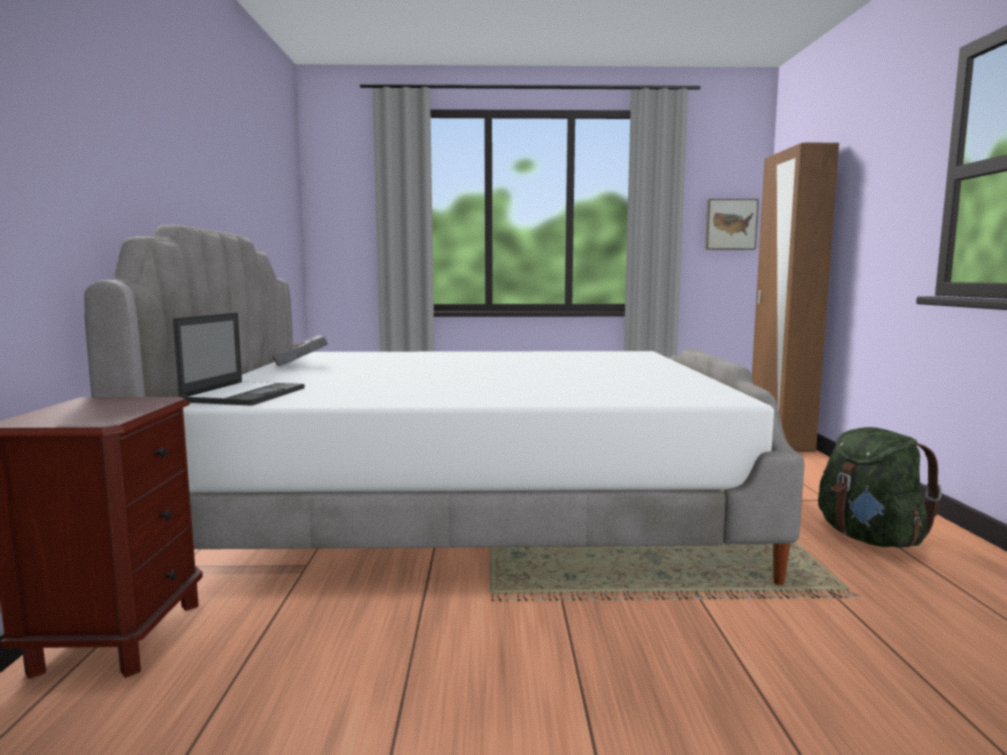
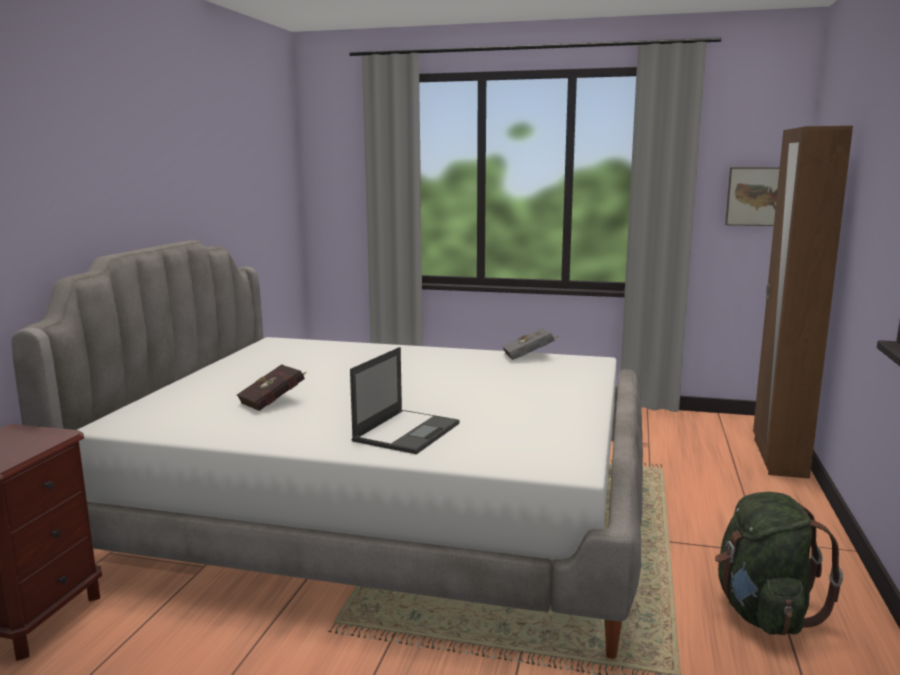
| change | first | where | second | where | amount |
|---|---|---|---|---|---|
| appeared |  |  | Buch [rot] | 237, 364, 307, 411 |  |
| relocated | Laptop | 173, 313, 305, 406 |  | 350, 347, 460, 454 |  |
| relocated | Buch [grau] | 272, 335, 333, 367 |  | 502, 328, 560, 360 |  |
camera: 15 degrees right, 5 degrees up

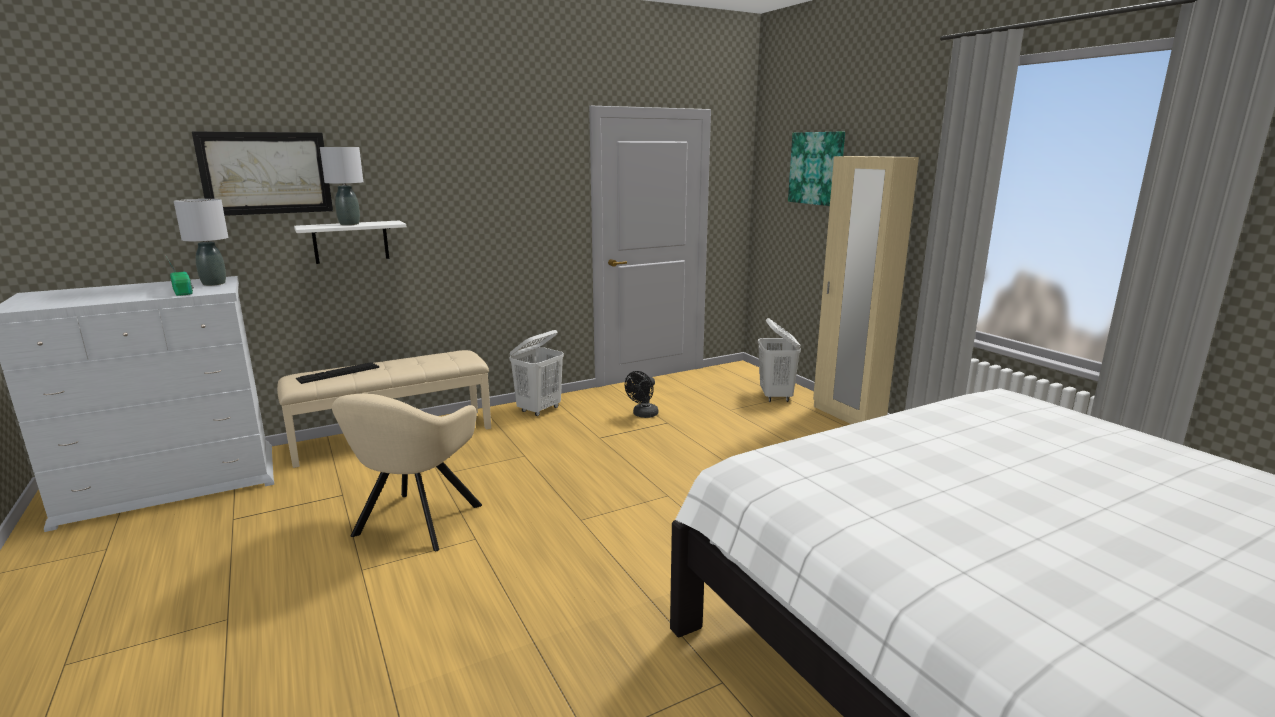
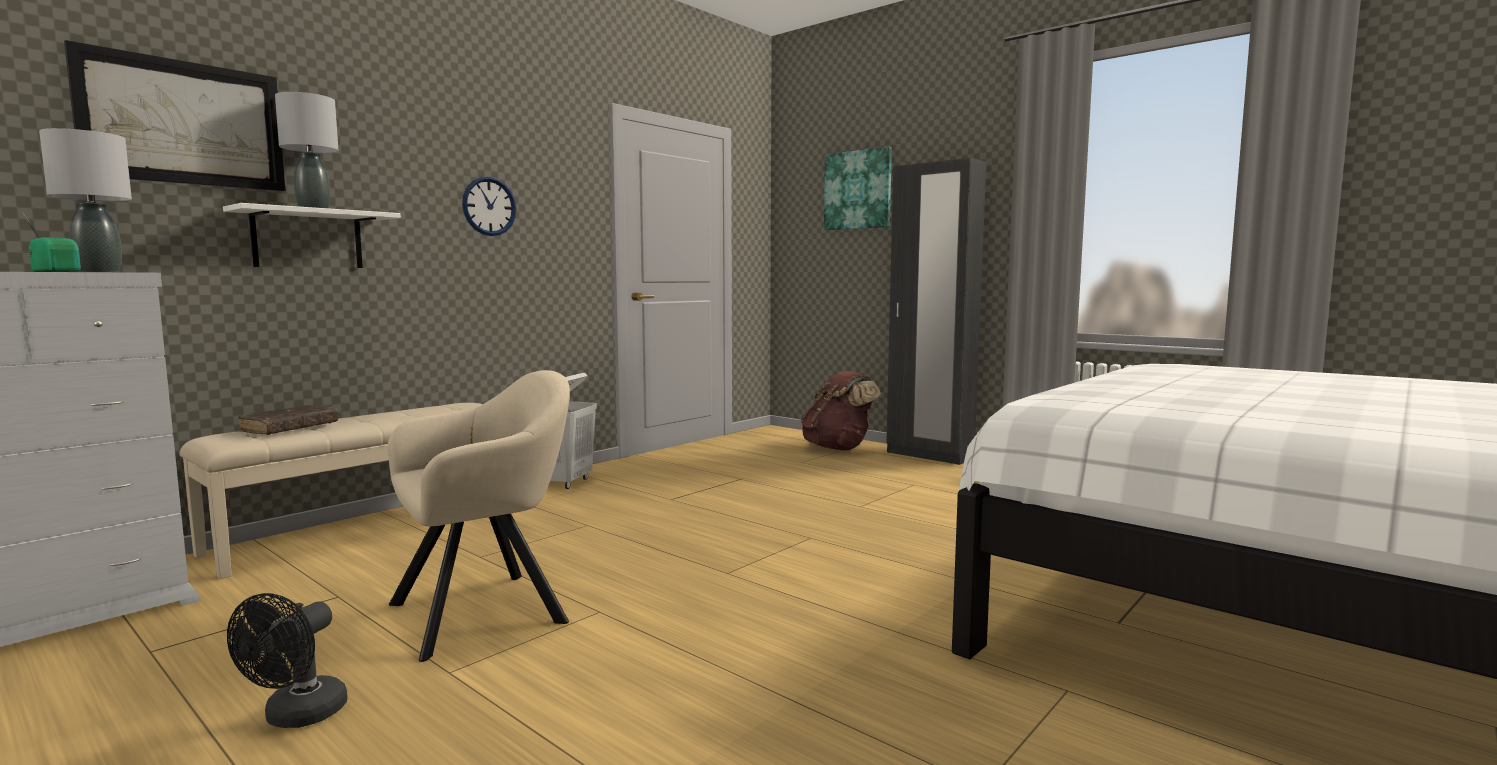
| change | first | where | second | where | amount |
|---|---|---|---|---|---|
| relocated | Ventilator [schwarz] | 625, 371, 658, 418 |  | 227, 593, 348, 728 |  |
| exchanged | Tastatur | 295, 363, 379, 384 | Buch [braun] | 238, 405, 338, 435 |  |
| spun | Sessel [beige] | 332, 393, 482, 551 |  | 388, 370, 570, 662 | 120 degrees counterclockwise |
| appeared |  |  | Wanduhr | 462, 177, 516, 236 |  |
| exchanged | Wäschekorb [weiß] | 758, 318, 801, 402 | Rucksack [braun] | 801, 371, 881, 451 |  |
| colour | Kleiderschrank [beige] | 813, 156, 919, 424 | Kleiderschrank [schwarz] | 886, 158, 986, 465 |  |
camera: 20 degrees left, 10 degrees down

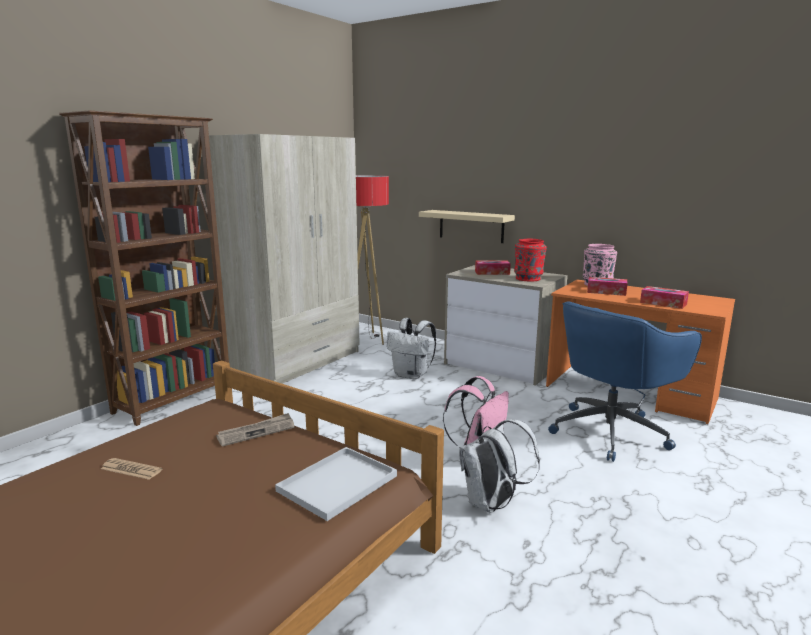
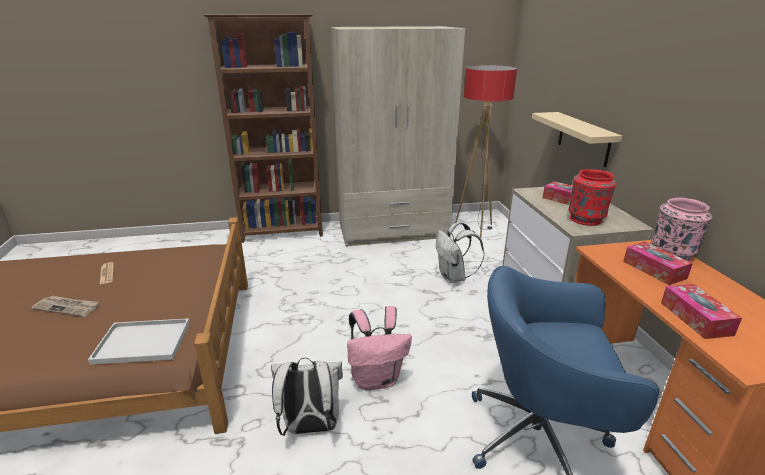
| change | first | where | second | where | amount |
|---|---|---|---|---|---|
| relocated | Zeitung | 216, 413, 294, 447 |  | 31, 296, 99, 317 |  |
camera: 45 degrees right, 10 degrees up

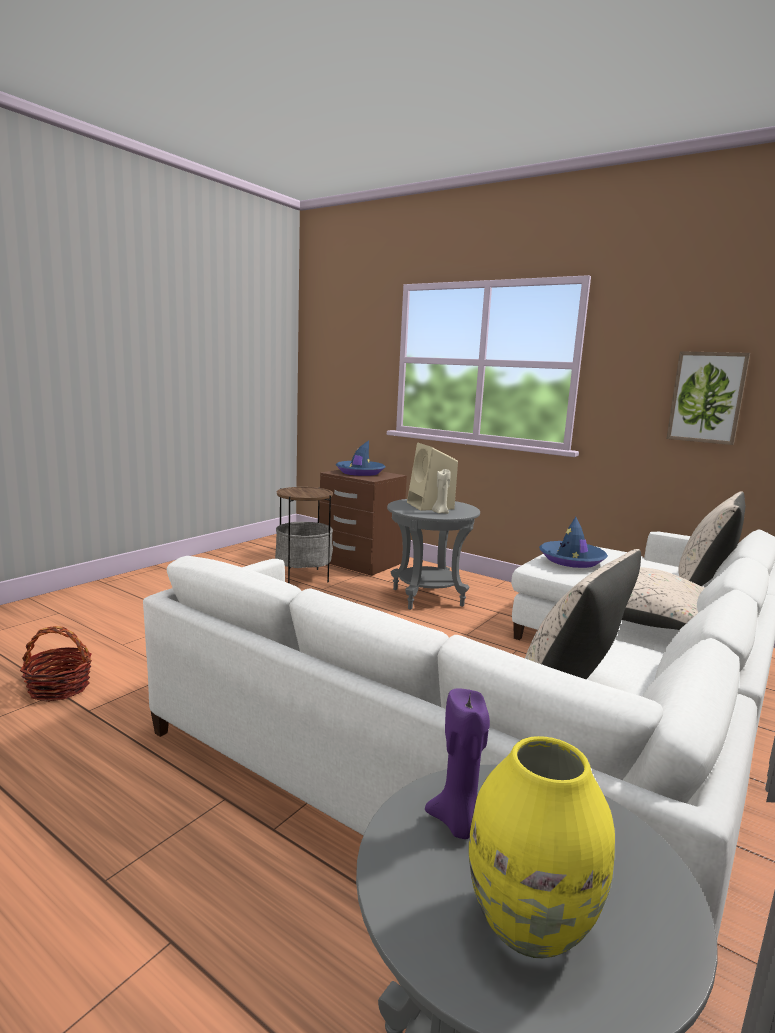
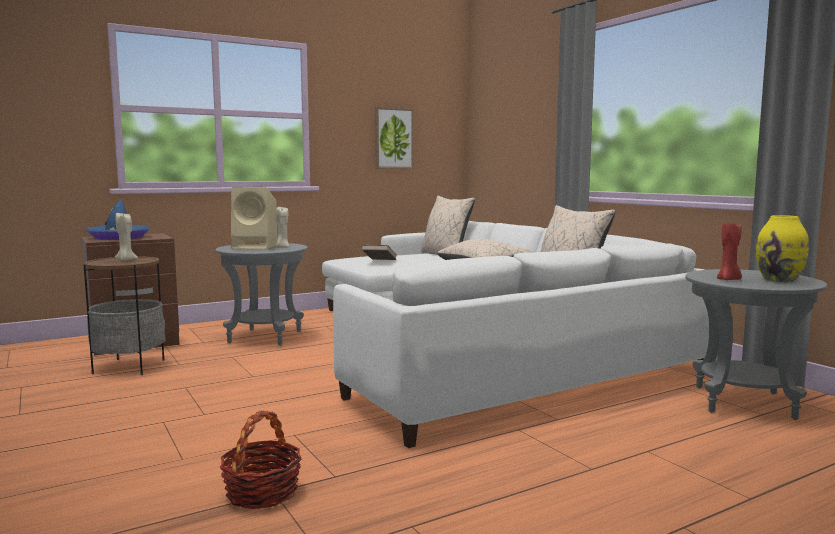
| change | first | where | second | where | amount |
|---|---|---|---|---|---|
| appeared |  |  | Kerze [beige] | 115, 213, 138, 260 |  |
| exchanged | Hut [blau] | 539, 517, 608, 568 | Buch [braun] | 361, 245, 396, 260 |  |
| colour | Kerze [lila] | 425, 688, 490, 839 | Kerze [rot] | 717, 223, 742, 280 |  |
camera: 65 degrees left, 5 degrees down

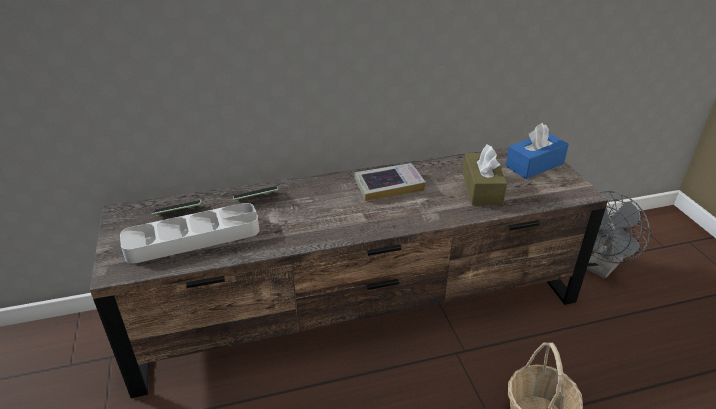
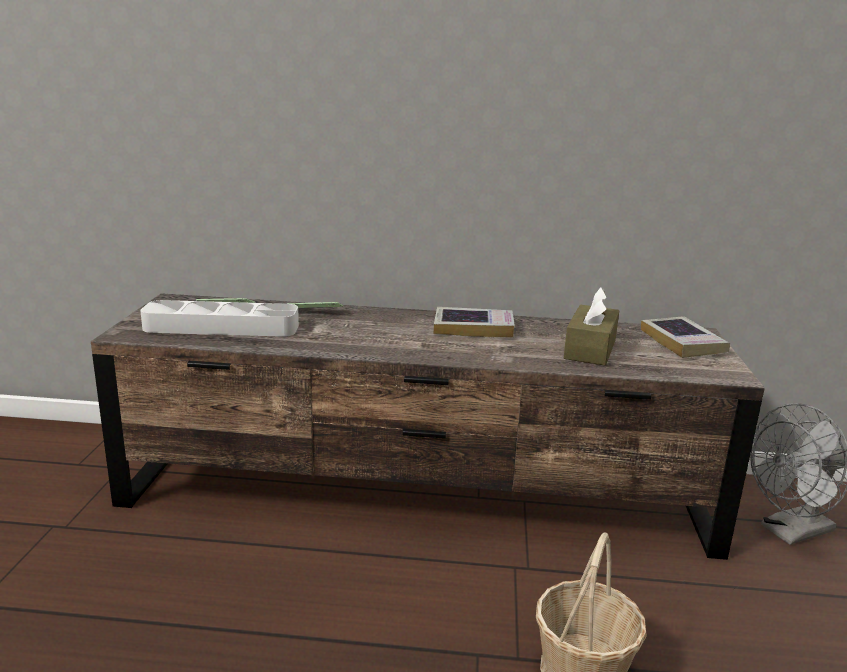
| change | first | where | second | where | amount |
|---|---|---|---|---|---|
| exchanged | Taschentuchbox [blau] | 506, 123, 569, 179 | Buch | 641, 316, 730, 358 |  |
camera: 20 degrees right, 15 degrees down

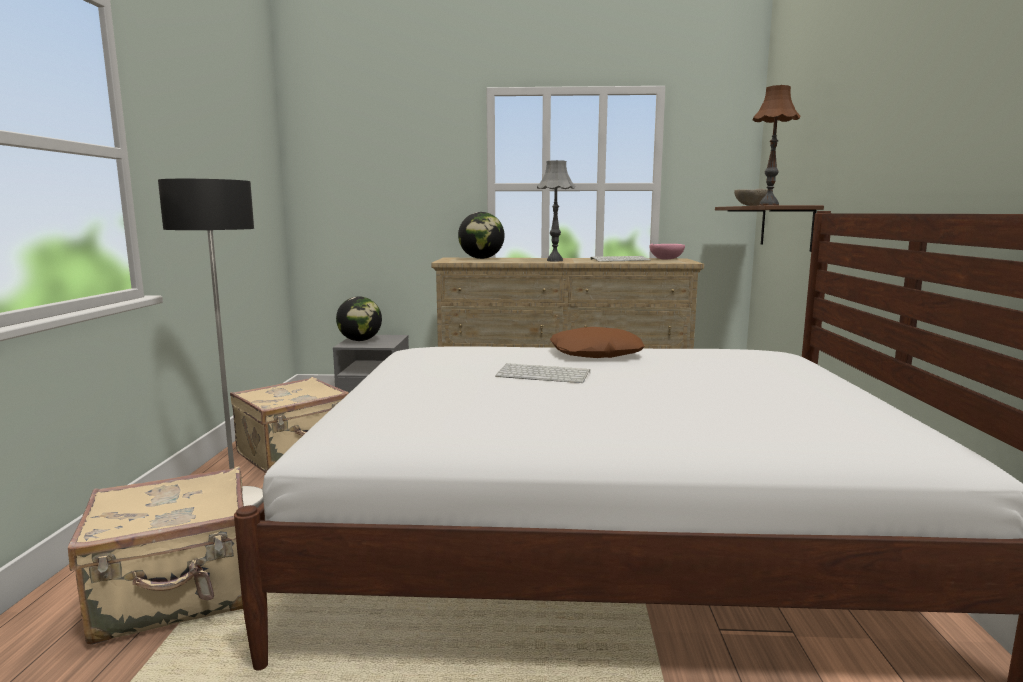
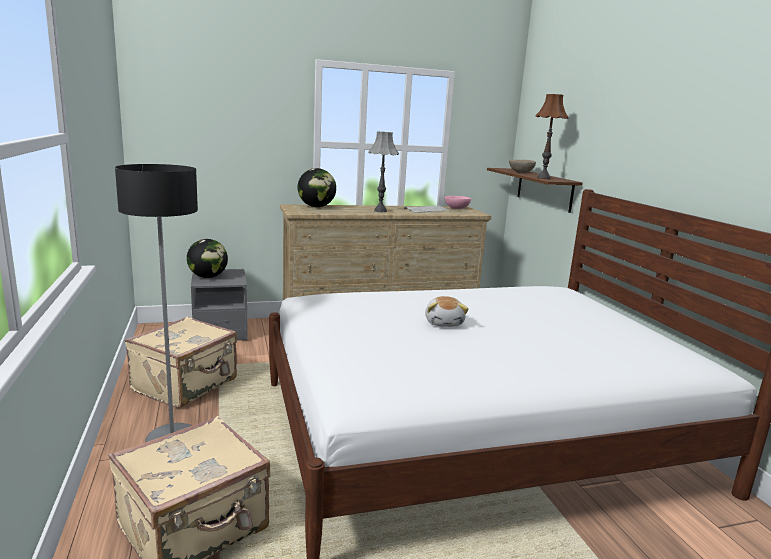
| change | first | where | second | where | amount |
|---|---|---|---|---|---|
| exchanged | Tastatur | 495, 363, 590, 383 | Plüschtier | 425, 296, 469, 327 |  |
| missing | Kissen [braun] | 550, 327, 645, 358 |  |  |  |
camera: 20 degrees left, 5 degrees up

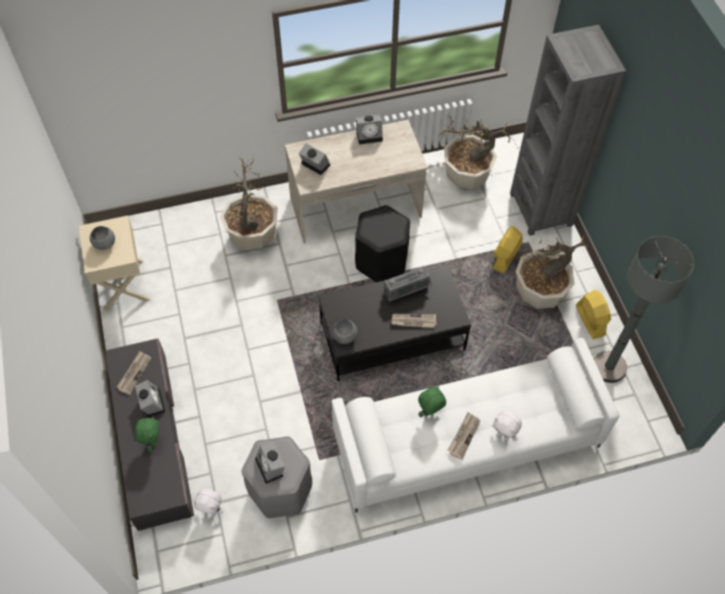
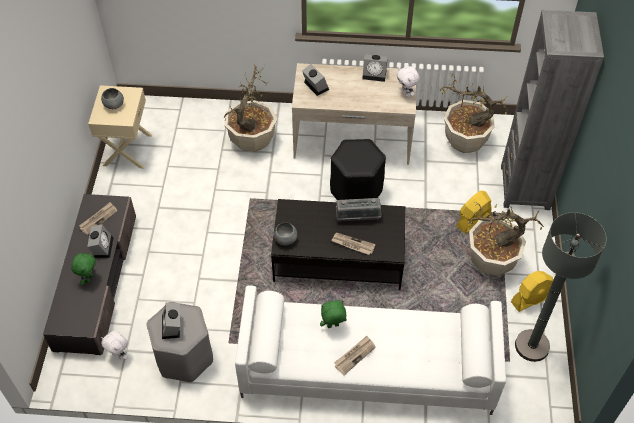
| change | first | where | second | where | amount |
|---|---|---|---|---|---|
| relocated | Plüschtier [weiß] | 492, 410, 522, 441 |  | 397, 66, 420, 97 |  |
| spun | Ventilator [gelb] | 576, 290, 611, 339 |  | 511, 271, 553, 312 | 60 degrees clockwise |
camera: 20 degrees right, 5 degrees down

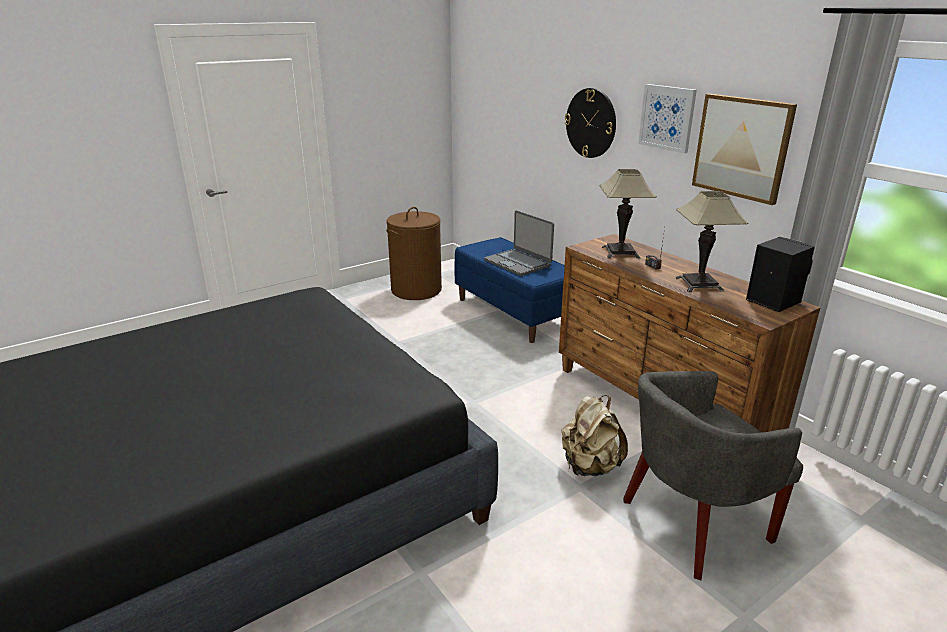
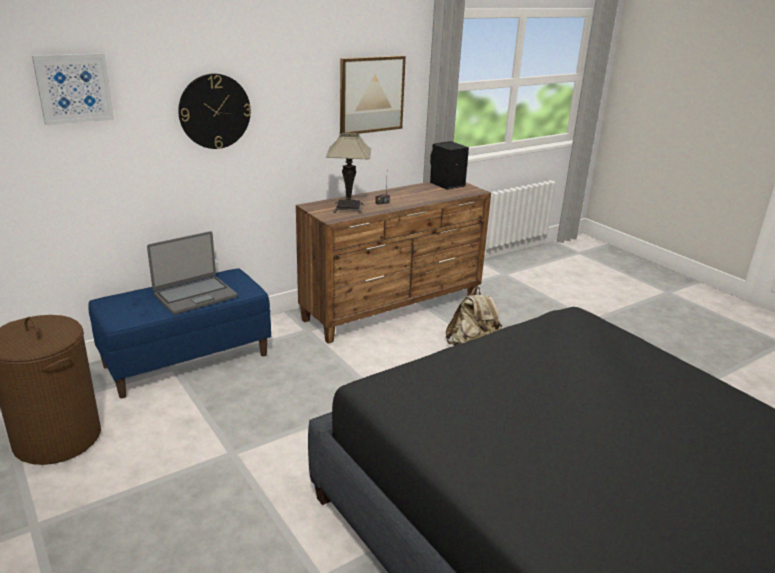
| change | first | where | second | where | amount |
|---|---|---|---|---|---|
| relocated | Bild | 638, 84, 697, 154 |  | 32, 53, 114, 125 |  |
| missing | Sessel [grau] | 623, 371, 803, 580 |  |  |  |
| missing | Tischlampe | 676, 191, 748, 292 |  |  |  |
camera: 90 degrees left, 0 degrees up

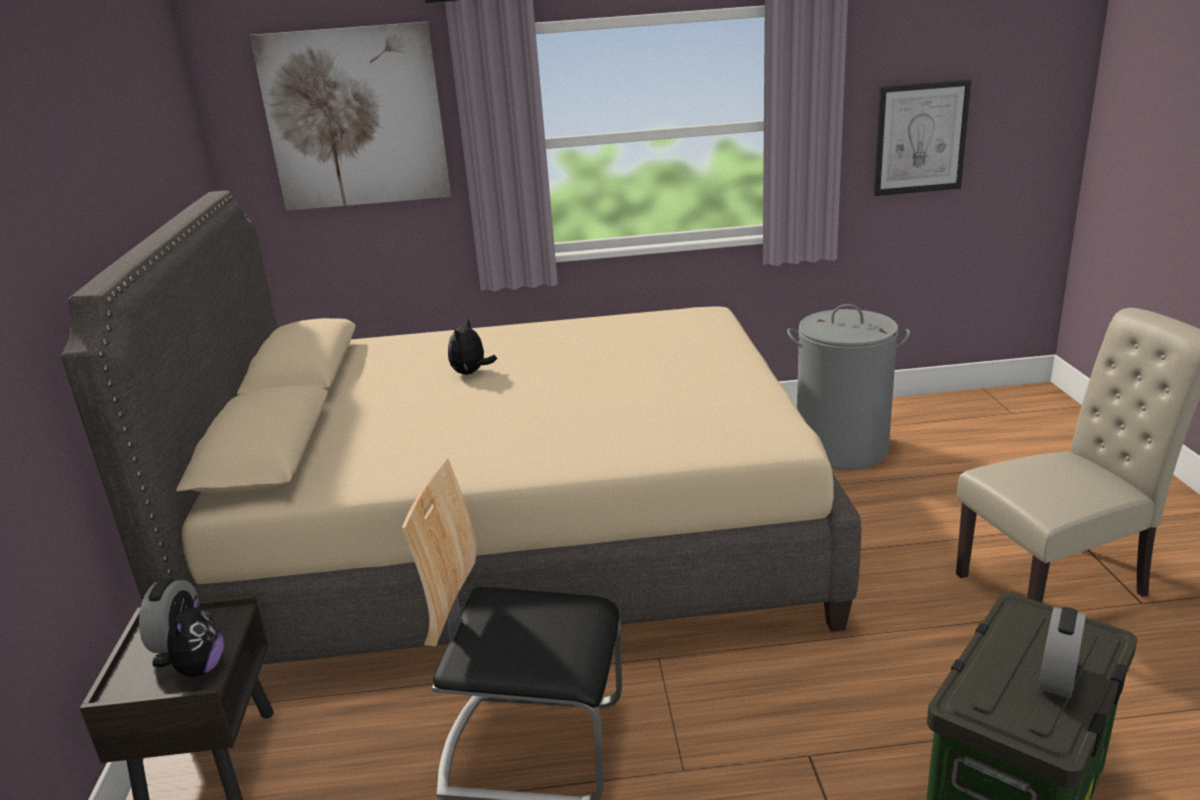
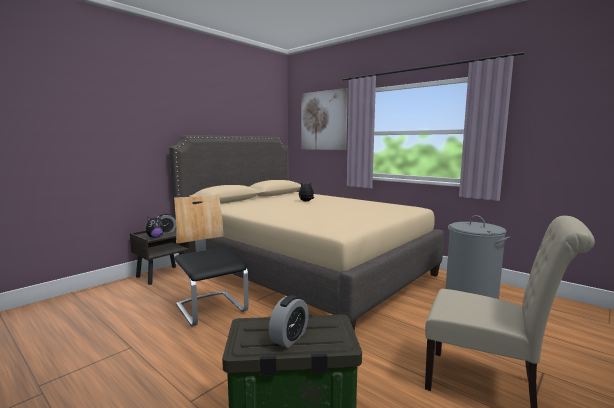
| change | first | where | second | where | amount |
|---|---|---|---|---|---|
| spun | Wecker | 1038, 607, 1086, 698 |  | 269, 295, 309, 348 | 135 degrees clockwise |
| missing | Bild | 874, 79, 971, 196 |  |  |  |
camera: 45 degrees right, 15 degrees down

